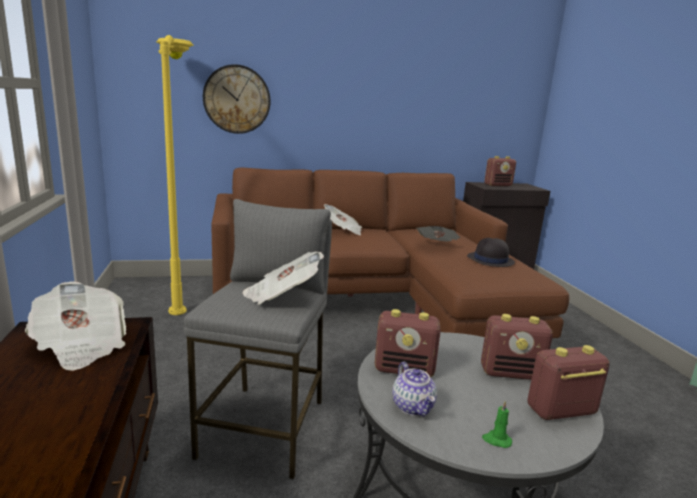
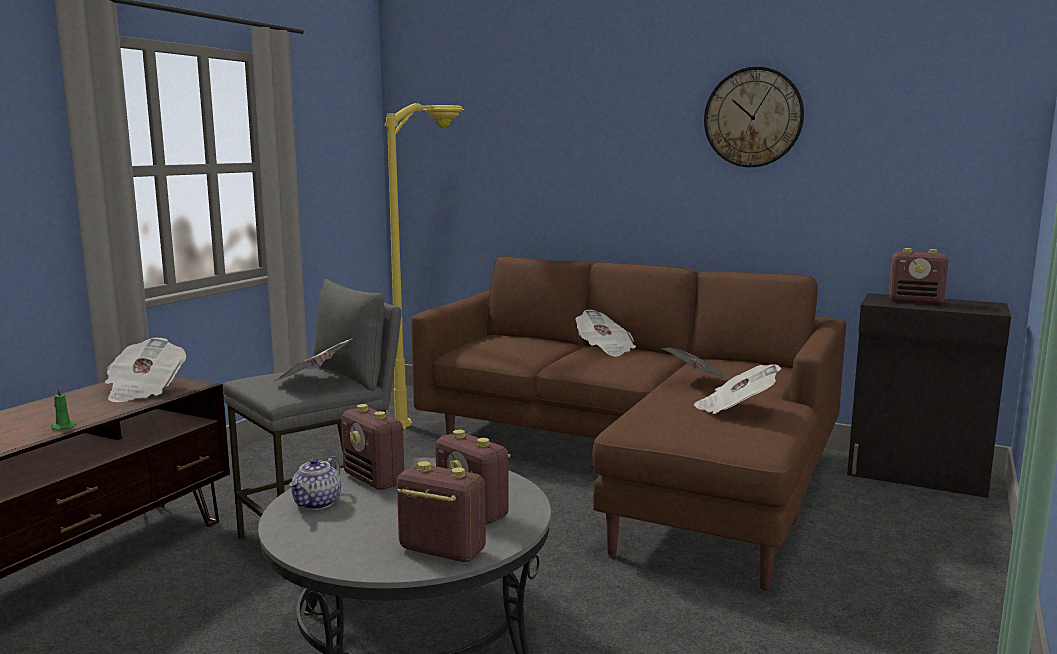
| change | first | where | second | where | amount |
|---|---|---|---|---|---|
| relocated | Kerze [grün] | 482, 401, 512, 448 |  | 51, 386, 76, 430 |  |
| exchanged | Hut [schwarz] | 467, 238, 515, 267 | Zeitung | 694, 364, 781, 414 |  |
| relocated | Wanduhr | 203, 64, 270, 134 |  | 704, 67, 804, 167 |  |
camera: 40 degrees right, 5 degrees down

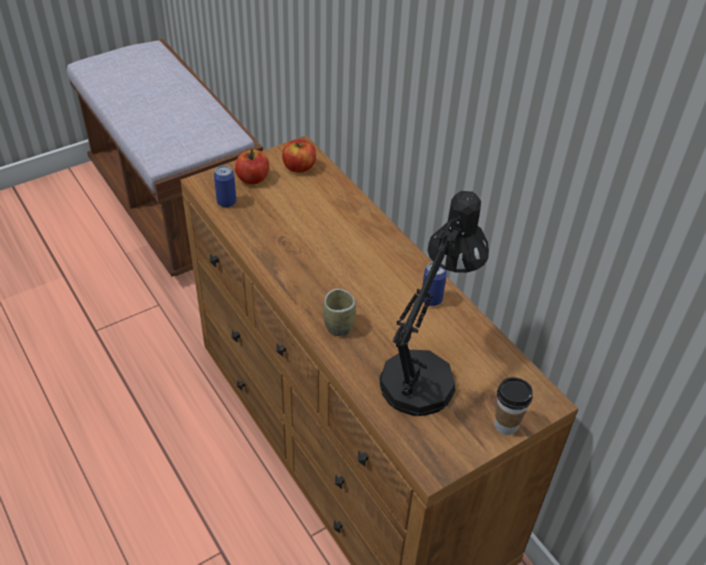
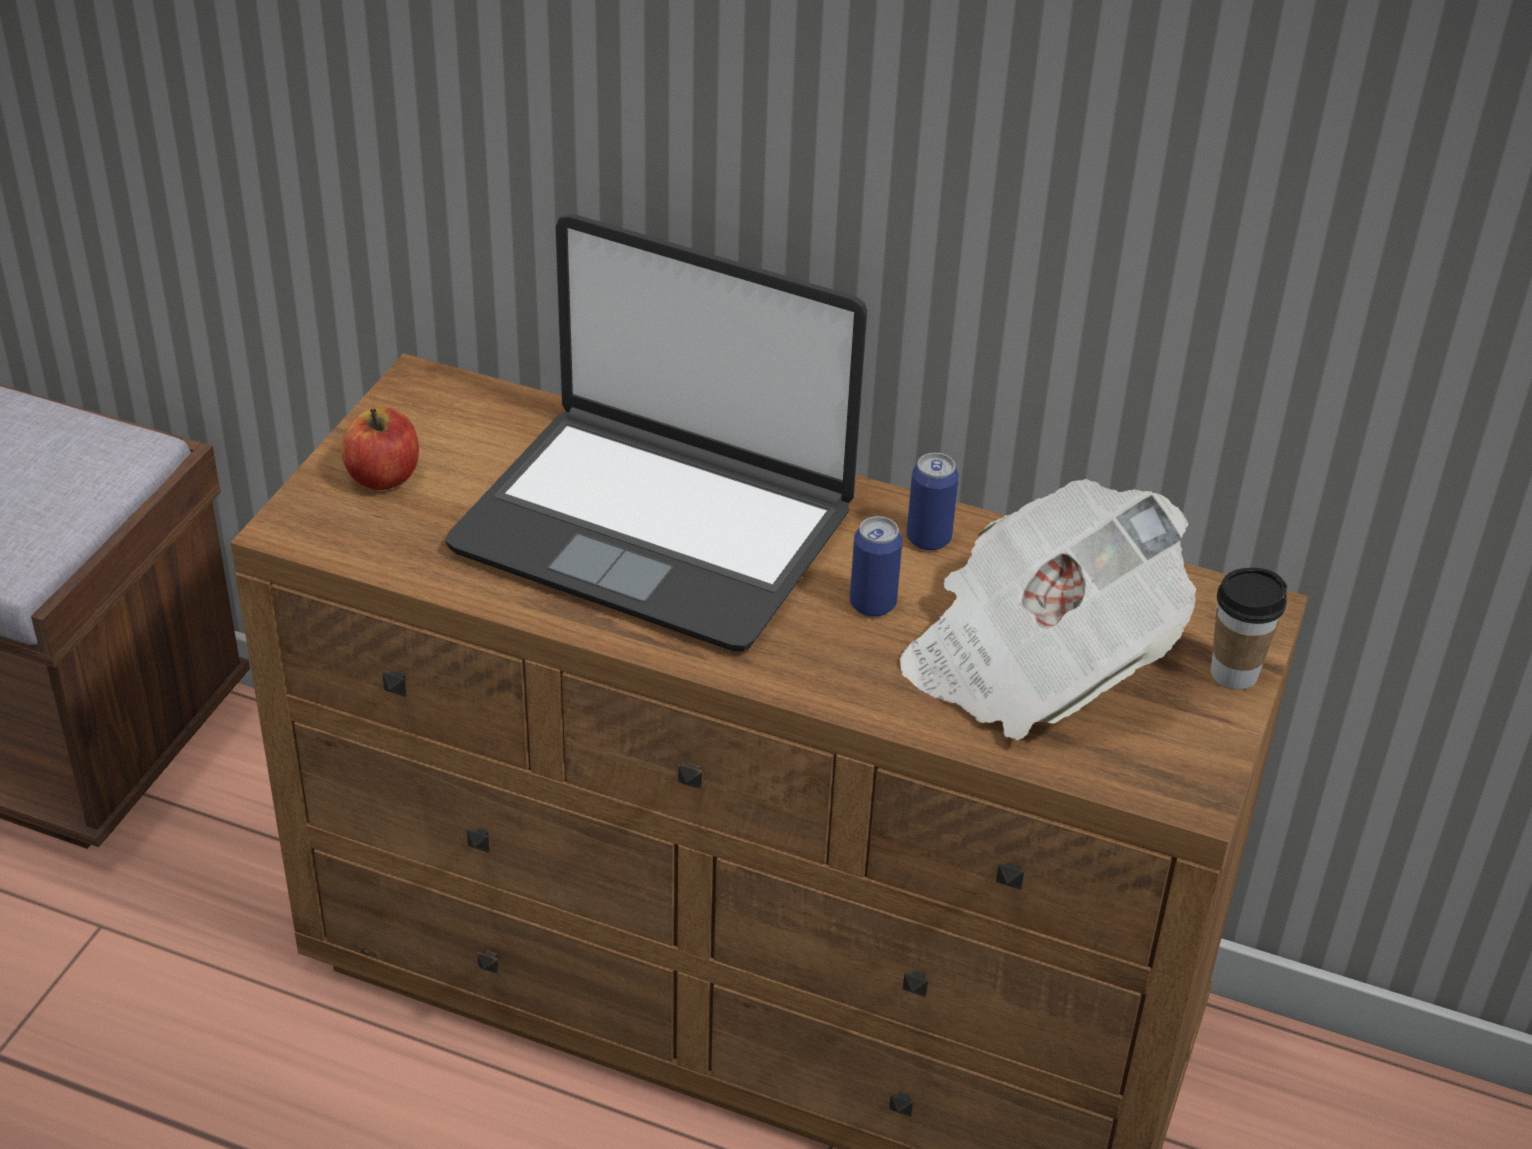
| change | first | where | second | where | amount |
|---|---|---|---|---|---|
| appeared |  |  | Laptop | 446, 215, 867, 652 |  |
| relocated | Dose | 214, 165, 236, 208 |  | 850, 516, 903, 617 |  |
| exchanged | Tischlampe [schwarz] | 379, 191, 489, 416 | Zeitung | 900, 479, 1196, 740 |  |
| missing | Apfel | 282, 140, 316, 173 |  |  |  |
| missing | Tasse | 323, 289, 356, 336 |  |  |  |
camera: 35 degrees left, 5 degrees down

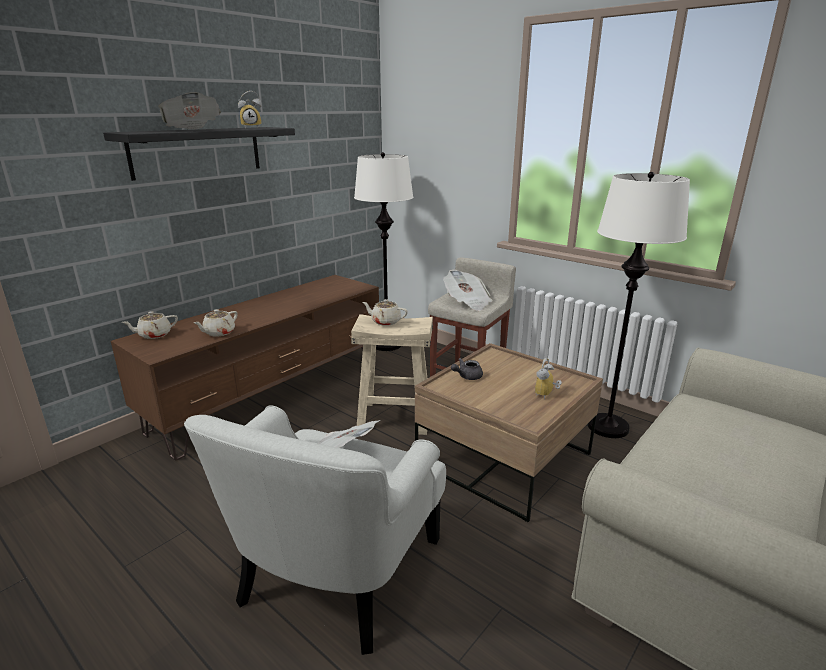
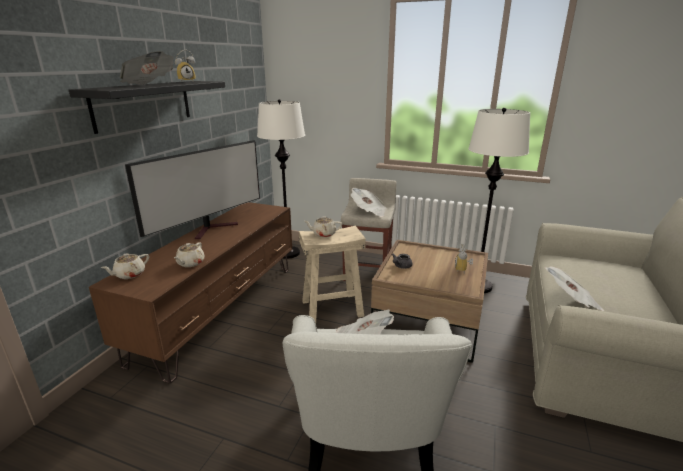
| change | first | where | second | where | amount |
|---|---|---|---|---|---|
| appeared |  |  | Fernseher | 125, 140, 260, 239 |  |
| appeared |  |  | Zeitung | 545, 266, 605, 311 |  |
camera: 20 degrees left, 0 degrees up

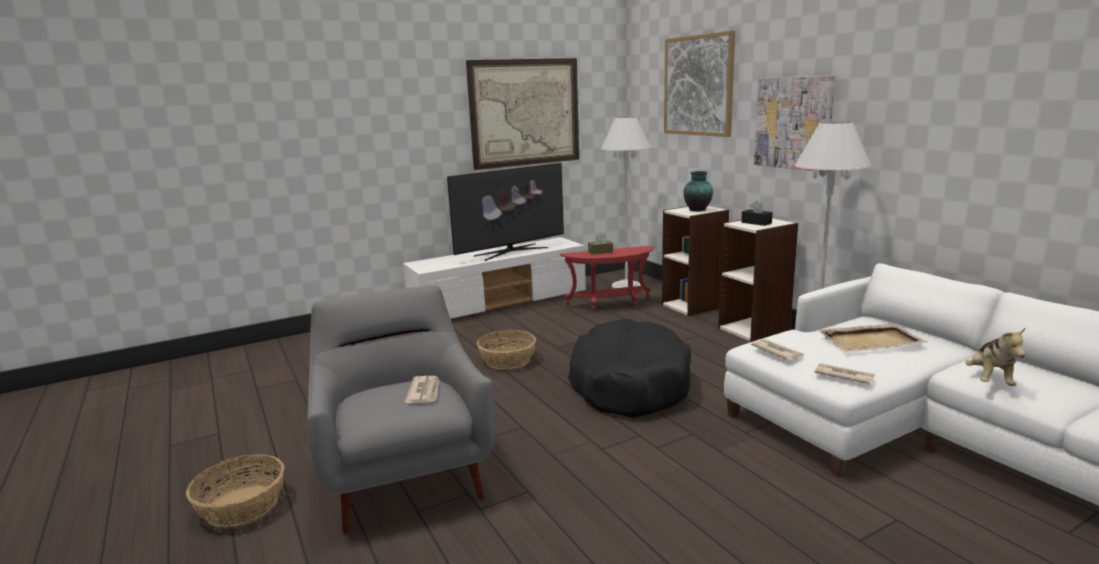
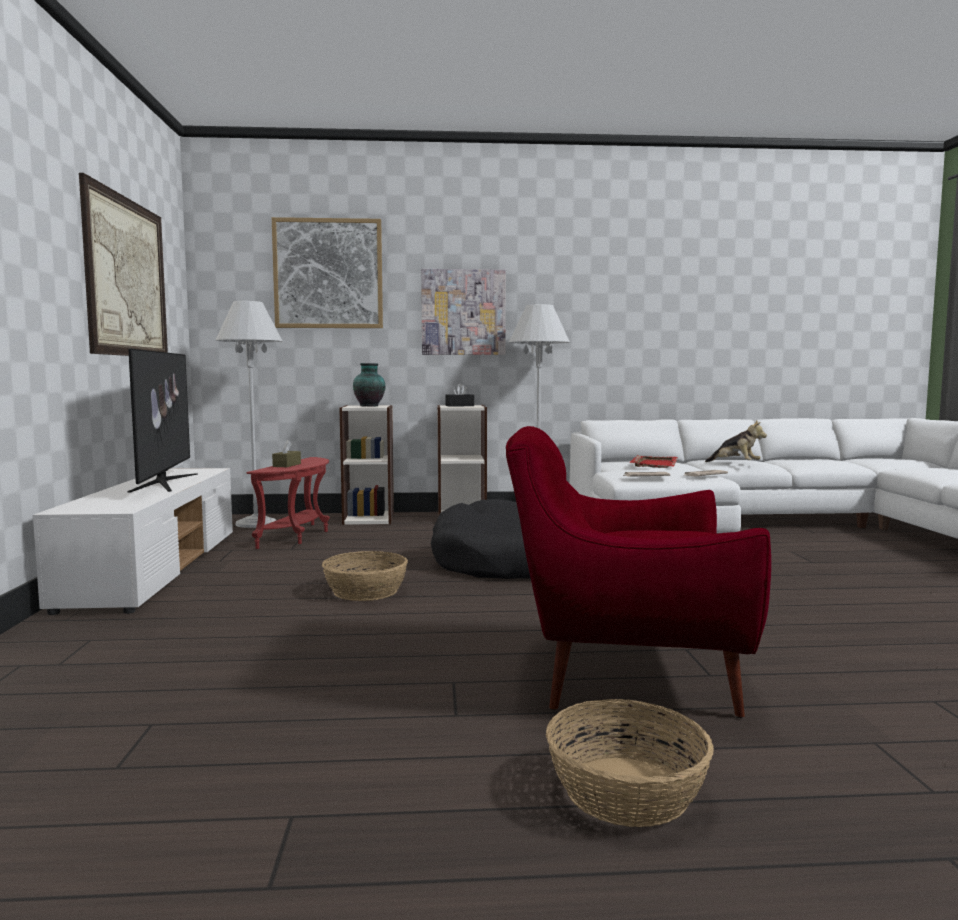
| change | first | where | second | where | amount |
|---|---|---|---|---|---|
| colour | Sessel [grau] | 307, 285, 495, 534 | Sessel [rot] | 506, 426, 771, 718 |  |
| colour | Tablett [beige] | 818, 323, 927, 352 | Tablett [rot] | 630, 455, 678, 468 |  |
| missing | Zeitung | 404, 376, 439, 403 |  |  |  |
camera: 65 degrees left, 10 degrees down

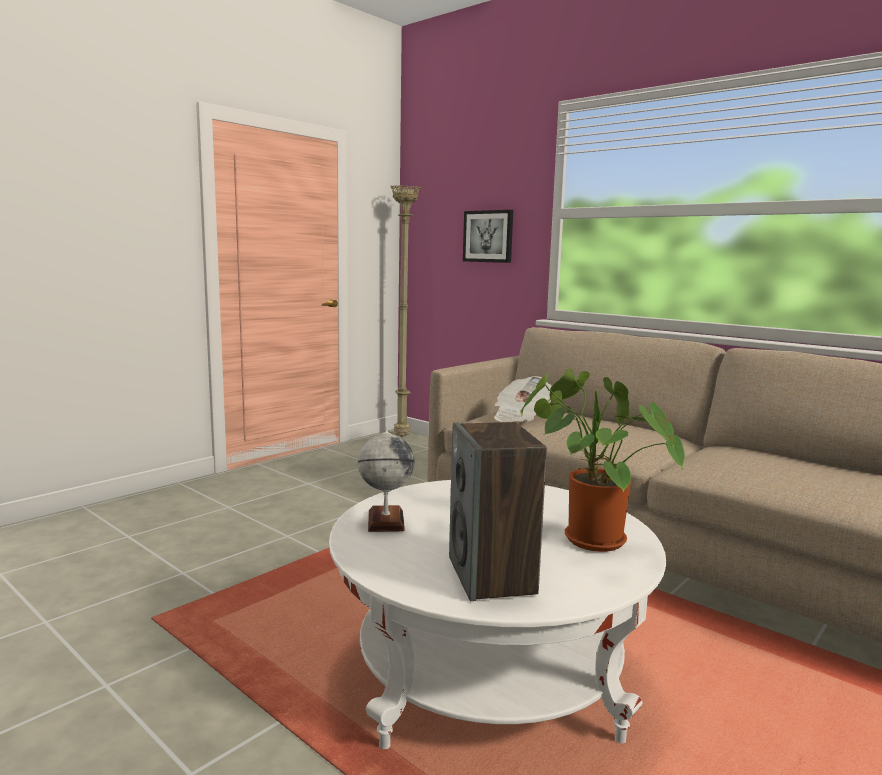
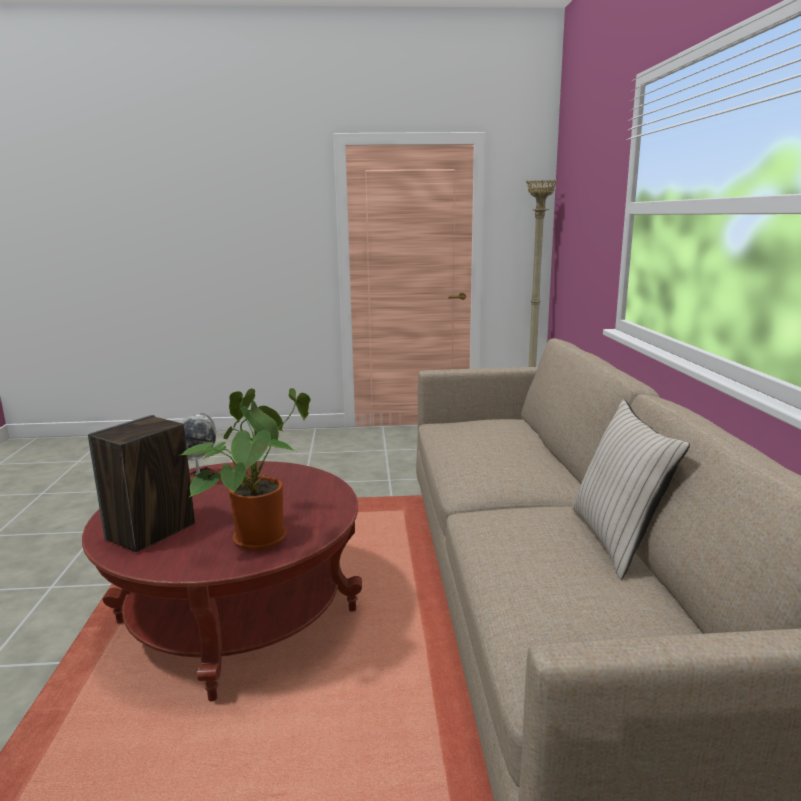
| change | first | where | second | where | amount |
|---|---|---|---|---|---|
| colour | Couchtisch [weiß] | 329, 480, 666, 749 | Couchtisch [rot] | 82, 461, 362, 701 |  |
| appeared |  |  | Kissen [beige] | 572, 399, 690, 580 |  |
| missing | Bild | 463, 210, 513, 263 |  |  |  |
| missing | Zeitung | 494, 376, 552, 422 |  |  |  |
camera: 45 degrees right, 5 degrees up

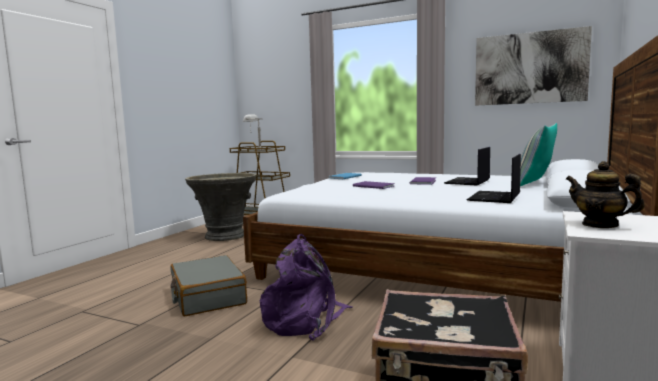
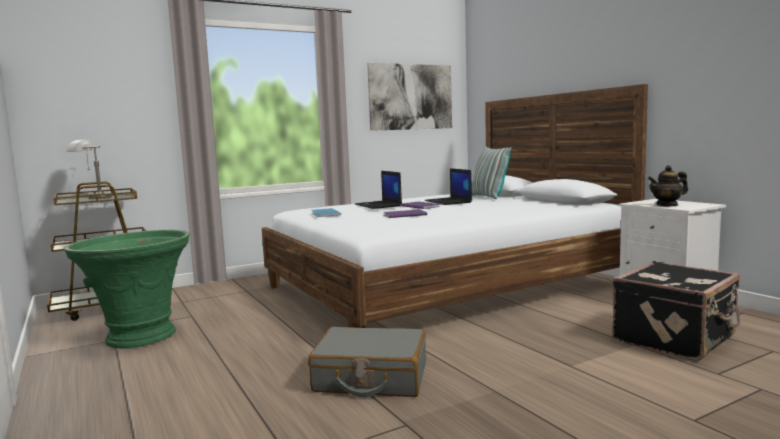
| change | first | where | second | where | amount |
|---|---|---|---|---|---|
| colour | Pflanzkübel [grau] | 185, 173, 257, 241 | Pflanzkübel [grün] | 64, 230, 190, 348 |  |
| relocated | Laptop | 467, 154, 521, 203 |  | 355, 171, 402, 209 |  |
| missing | Rucksack [lila] | 260, 234, 353, 341 |  |  |  |
camera: 55 degrees left, 0 degrees up

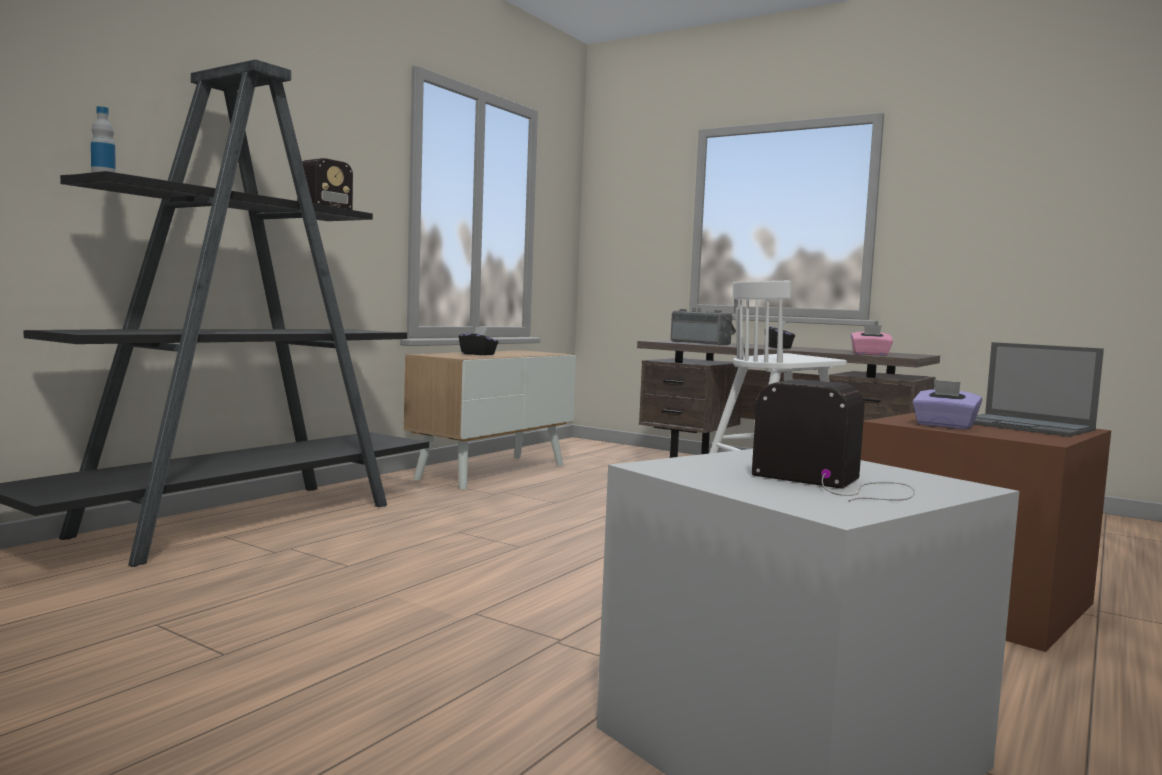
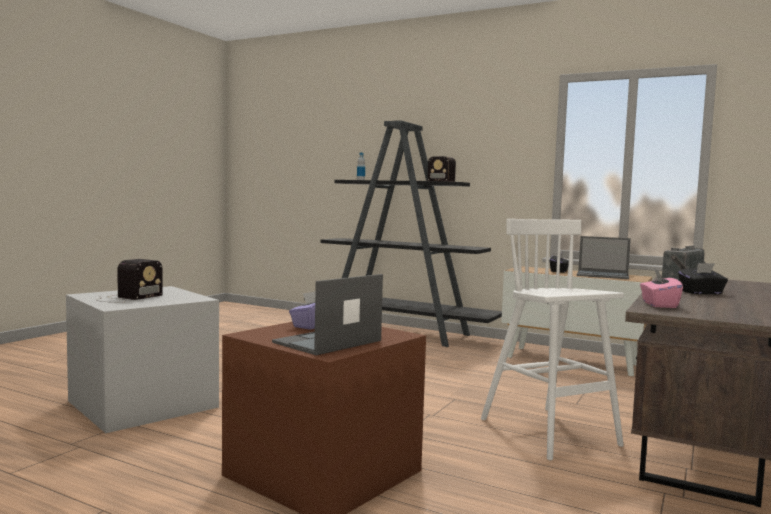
| change | first | where | second | where | amount |
|---|---|---|---|---|---|
| appeared |  |  | Laptop | 577, 236, 631, 279 |  |
camera: 85 degrees right, 0 degrees up

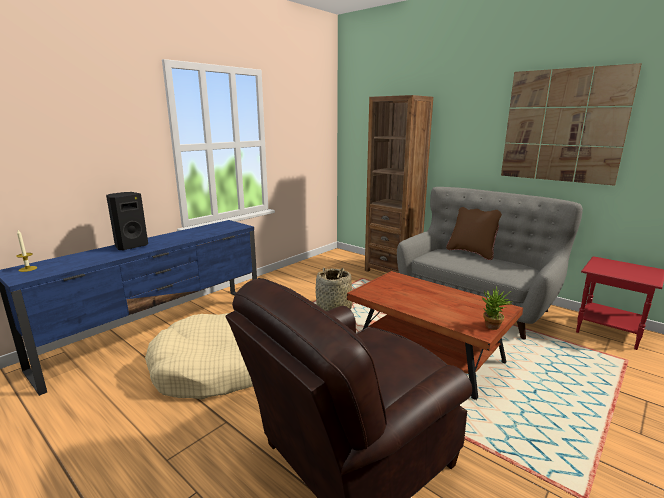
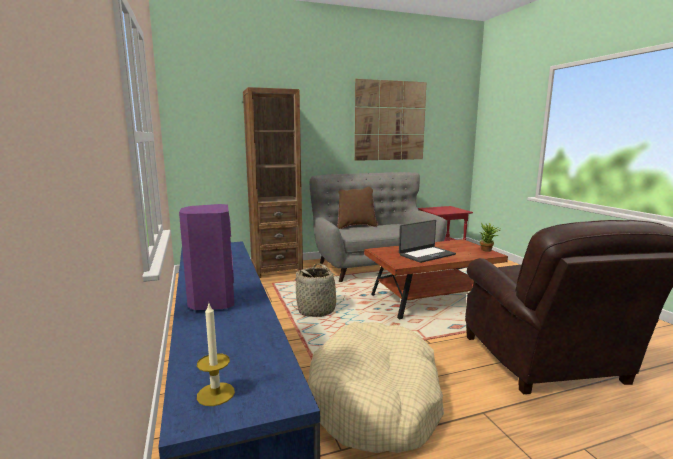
| change | first | where | second | where | amount |
|---|---|---|---|---|---|
| colour | Lautsprecher [schwarz] | 106, 192, 148, 251 | Lautsprecher [lila] | 179, 204, 235, 310 |  |
| appeared |  |  | Laptop | 399, 220, 456, 263 |  |
camera: 60 degrees left, 5 degrees down

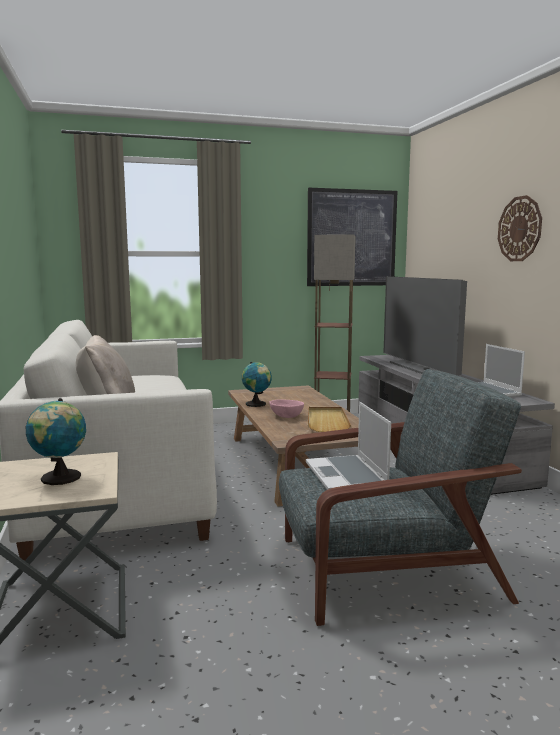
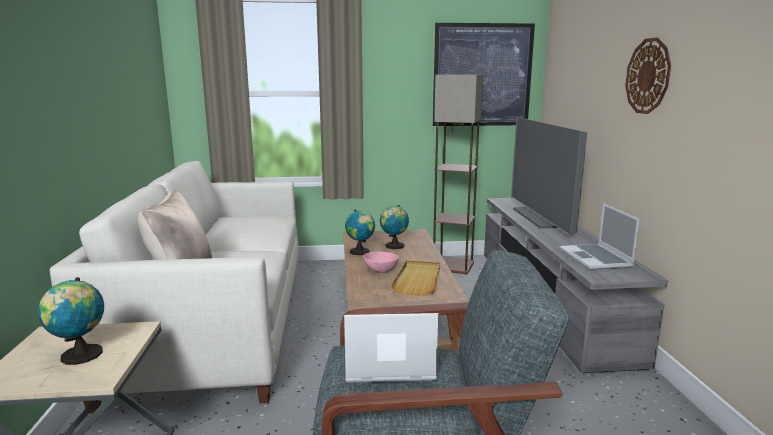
| change | first | where | second | where | amount |
|---|---|---|---|---|---|
| spun | Laptop | 306, 402, 391, 490 |  | 344, 313, 439, 383 | 90 degrees clockwise |
| appeared |  |  | Globus | 380, 205, 409, 249 |  |
camera: 10 degrees right, 5 degrees up

